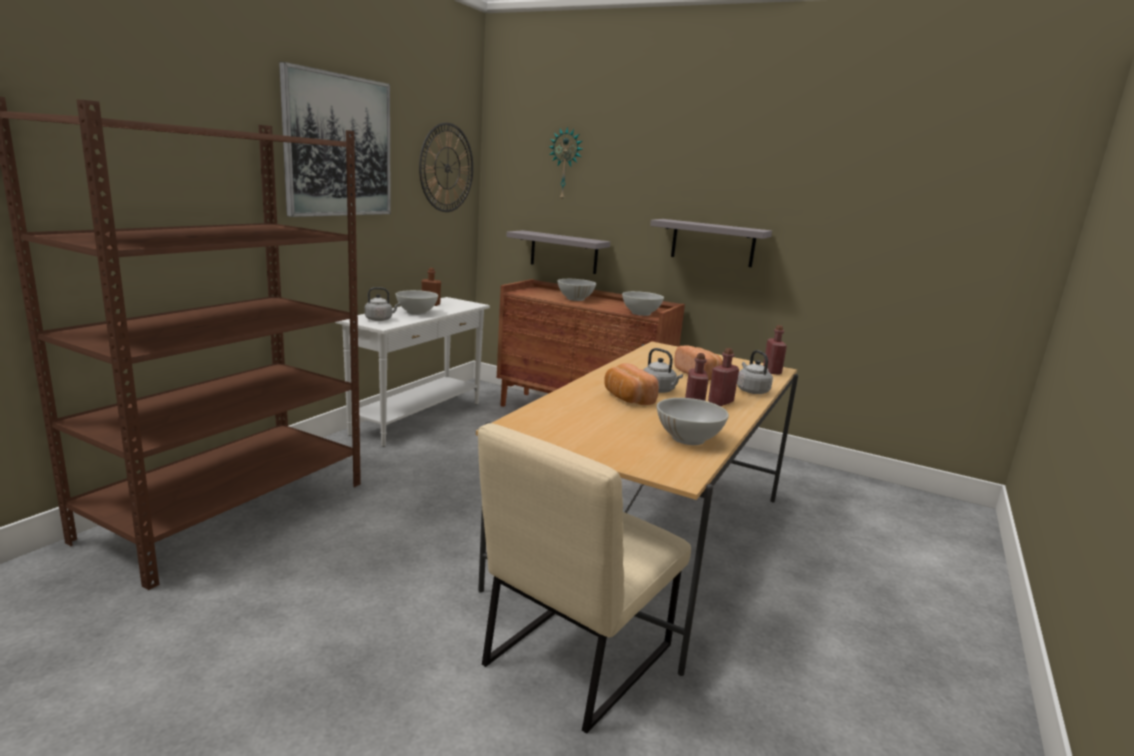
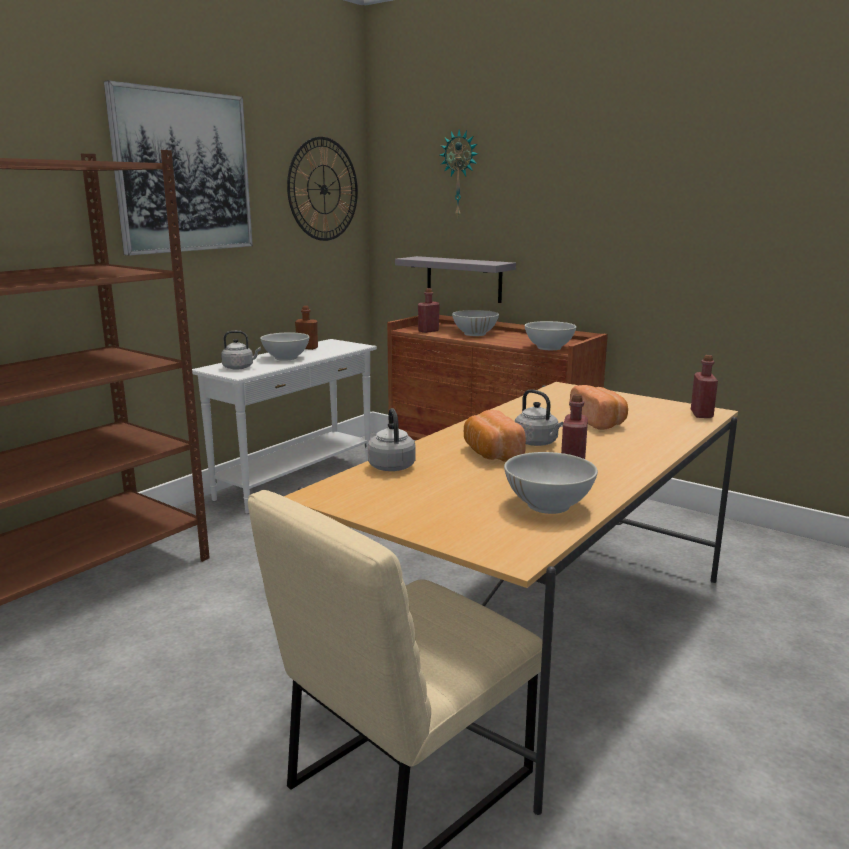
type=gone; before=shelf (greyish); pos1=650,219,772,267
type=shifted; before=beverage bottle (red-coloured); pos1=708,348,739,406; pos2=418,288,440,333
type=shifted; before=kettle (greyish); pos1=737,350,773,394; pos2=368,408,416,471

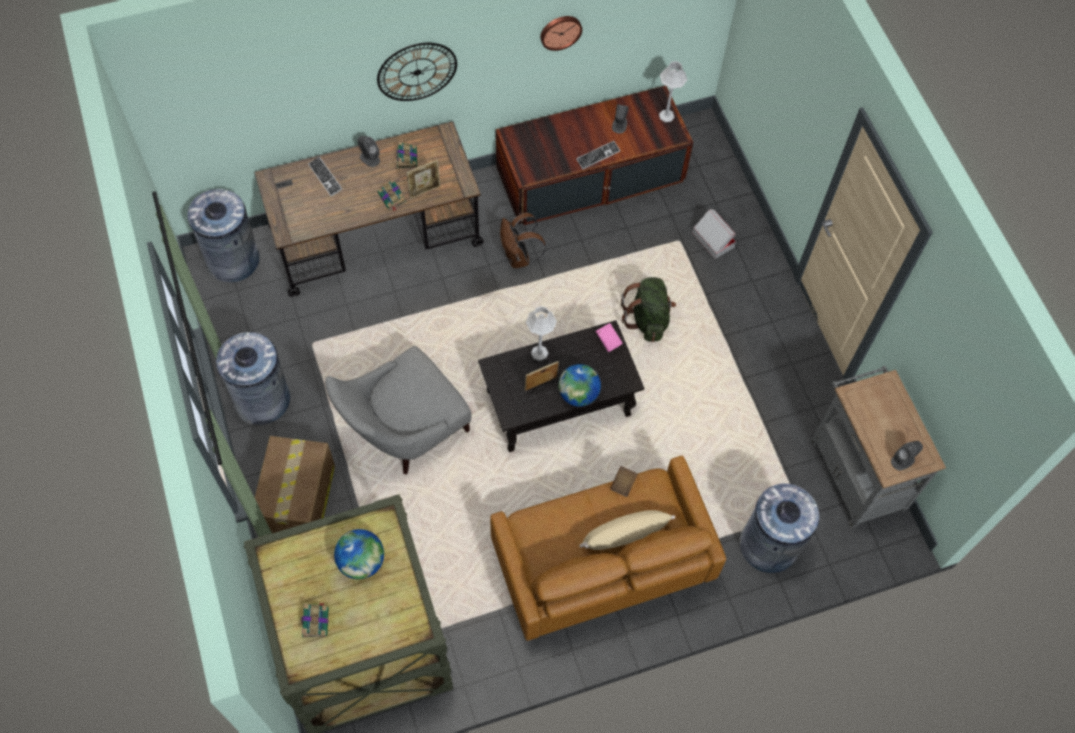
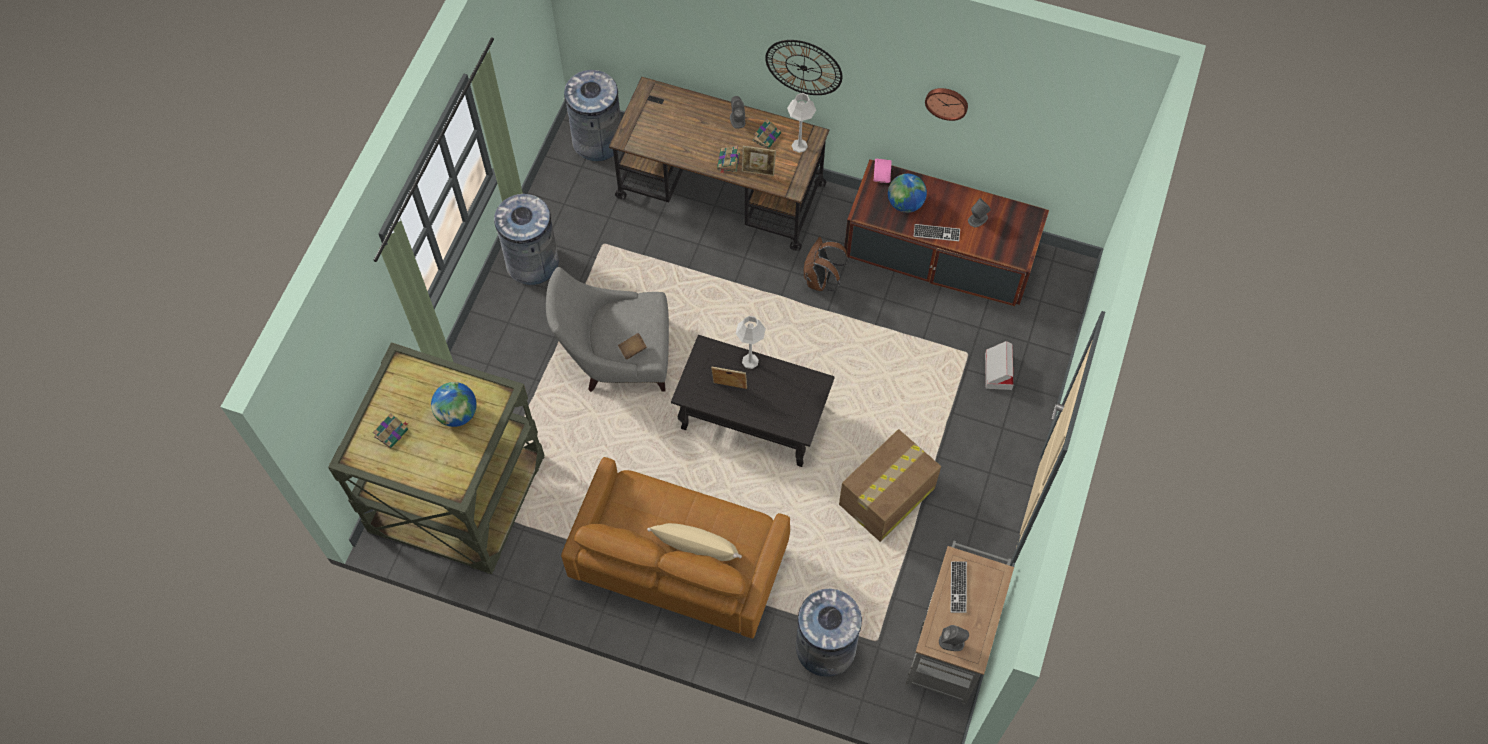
type=shifted; before=packing box; pos1=255,436,335,533; pos2=839,429,941,542
type=shifted; before=PC keyboard; pos1=308,157,342,196; pos2=951,561,967,613
type=shifted; before=desk globe; pos1=558,364,601,407; pos2=888,174,927,213
type=shifted; before=book (pink); pos1=595,323,623,352; pos2=874,159,892,183
type=shifted; before=book (brown); pos1=610,466,638,497; pos2=618,333,647,359
type=gone; before=knapsack (green); pos1=621,277,676,342
type=shifted; before=lamp for a table (greyish); pos1=659,61,687,122; pos2=787,93,816,153

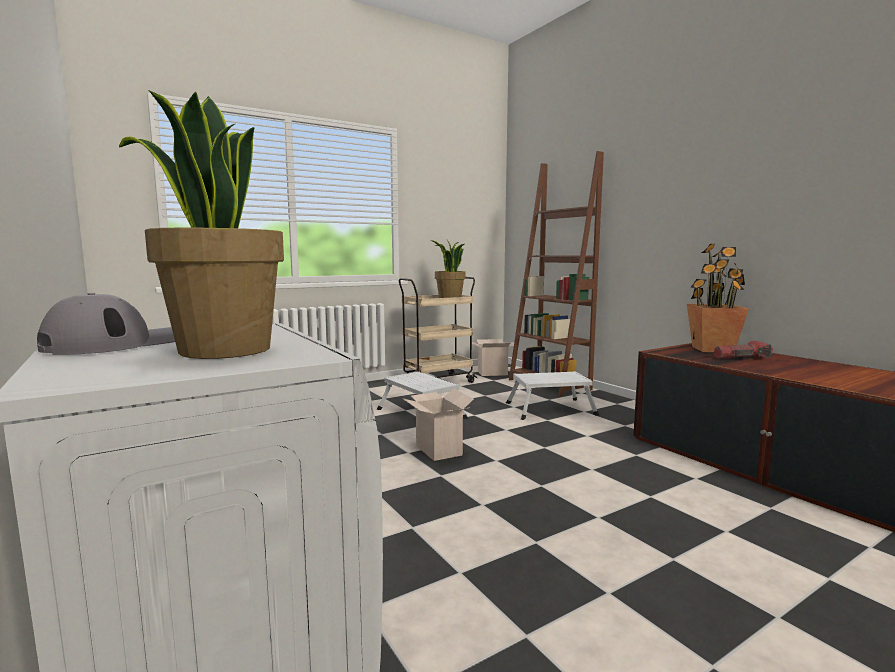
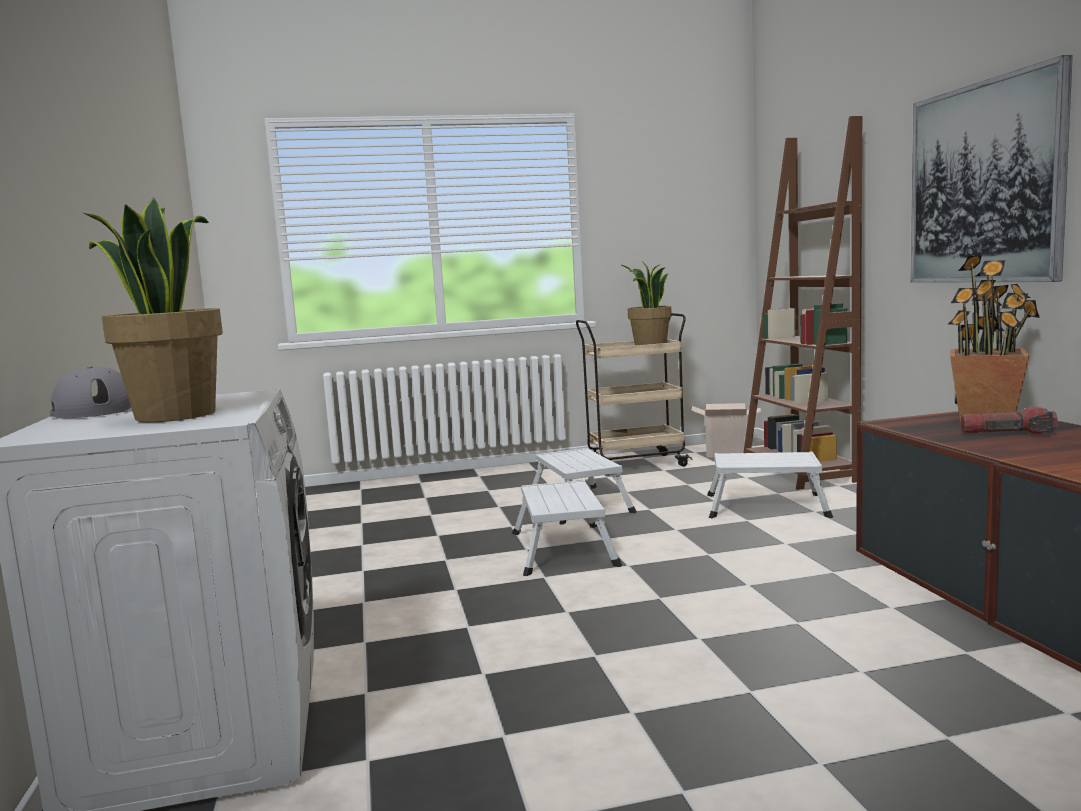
type=swapped; before=packing box; after=step stool (white-coloured); pos1=403,388,474,461; pos2=512,480,622,576
type=new; after=wall art; pos2=911,55,1073,283

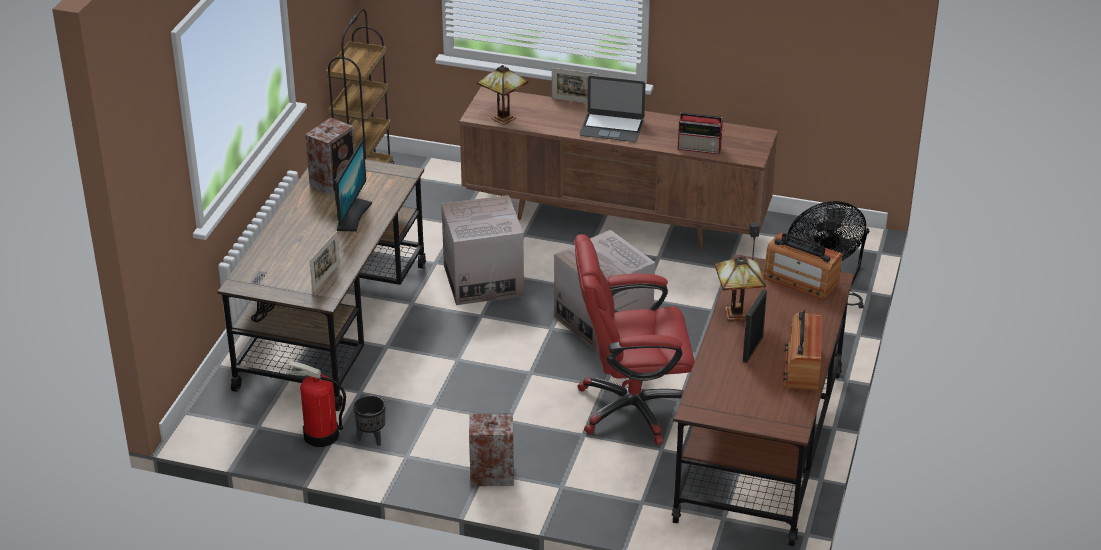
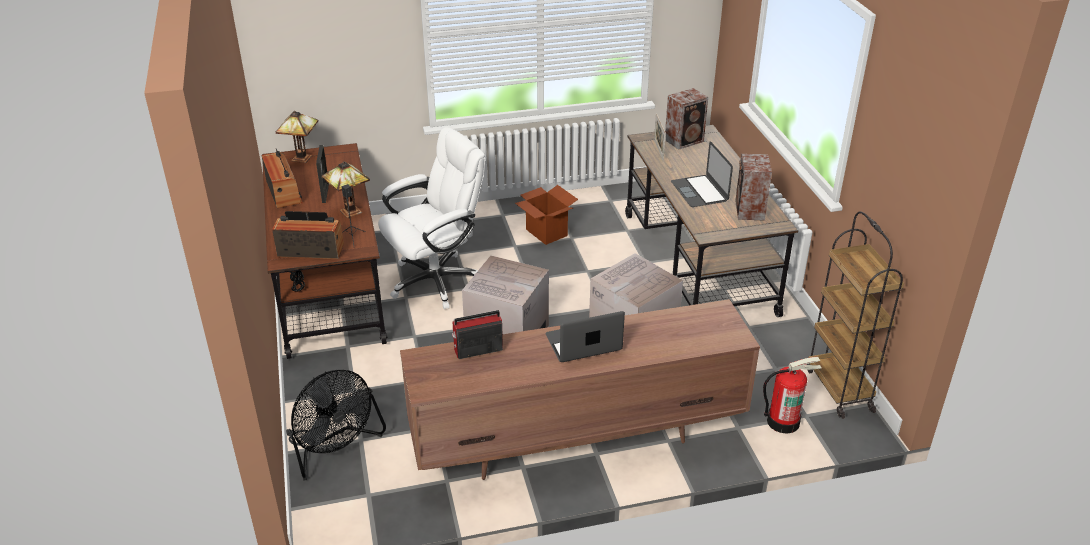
type=shifted; before=fire-fighting cylinder; pos1=286,361,346,447; pos2=763,357,822,434
type=swapped; before=computer screen; after=laptop; pos1=334,139,372,232; pos2=671,141,733,207
type=gone; before=flower pot (black-coloured); pos1=353,395,386,446
type=shifted; before=speaker; pos1=469,414,514,486; pos2=665,88,708,150
type=shifted; before=lamp for a table; pos1=477,65,529,125; pos2=276,111,319,163
type=gone; before=picture frame; pos1=552,68,599,103
type=repainted; before=computer chair (red-coloured); after=computer chair (white-coloured); pos1=574,234,695,445; pos2=378,127,486,309
type=new; after=packing box; pos2=515,185,578,245

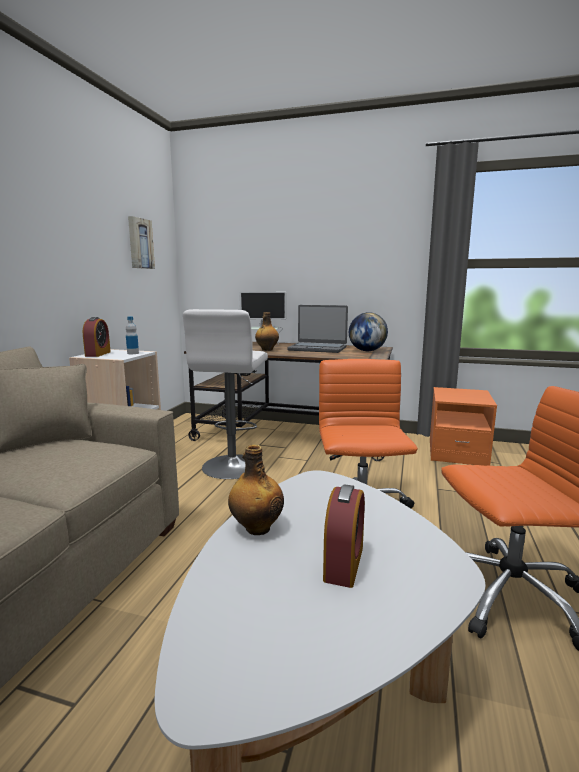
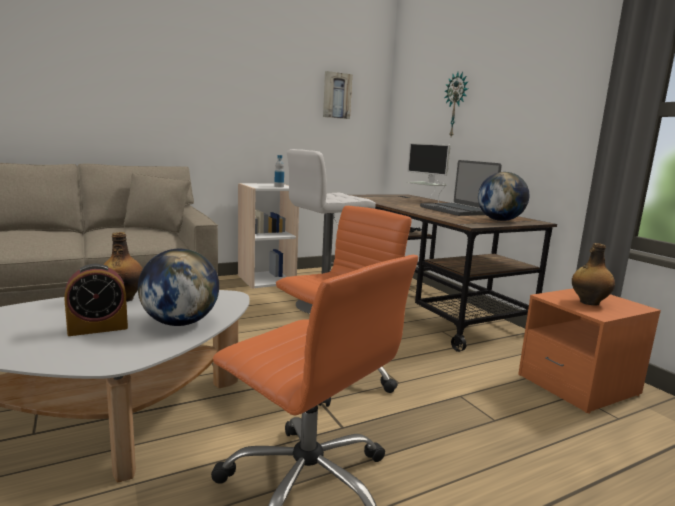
type=gone; before=bedside clock; pos1=83,317,111,357
type=shifted; before=beverage bottle; pos1=255,312,279,351; pos2=572,243,615,306
type=new; after=desk globe; pos2=138,249,219,326
type=new; after=wall clock; pos2=444,72,469,137

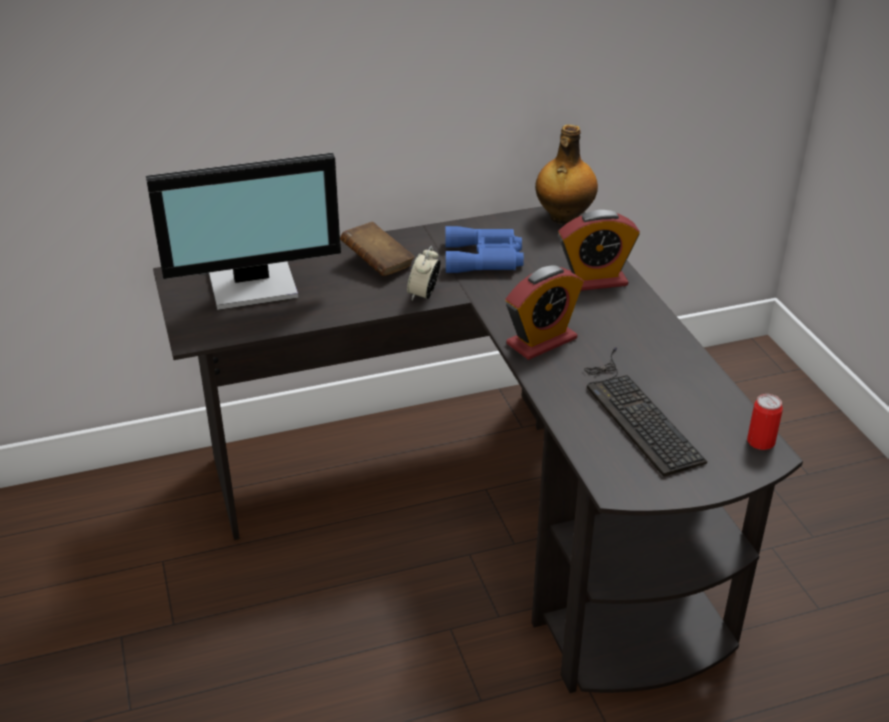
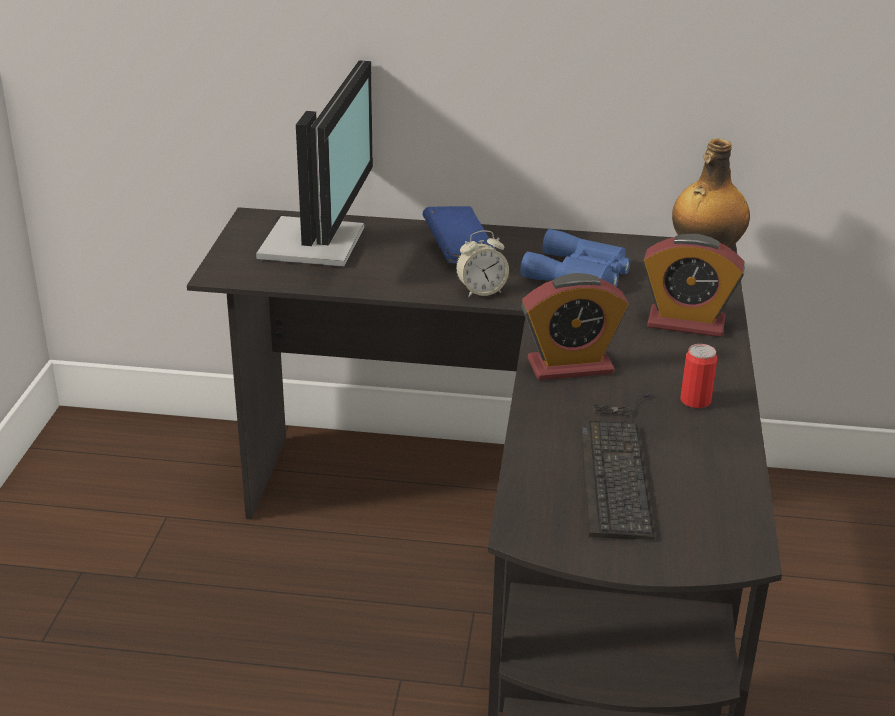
type=rotated; before=computer screen; pos1=146,153,341,310; pos2=256,60,373,267; turn=-90
type=repainted; before=book (brown); after=book (blue-coloured); pos1=340,222,415,276; pos2=422,206,496,263
type=rotated; before=bedside clock; pos1=407,246,441,300; pos2=456,230,509,298; turn=-150
type=shifted; before=can; pos1=747,394,783,450; pos2=680,344,717,408

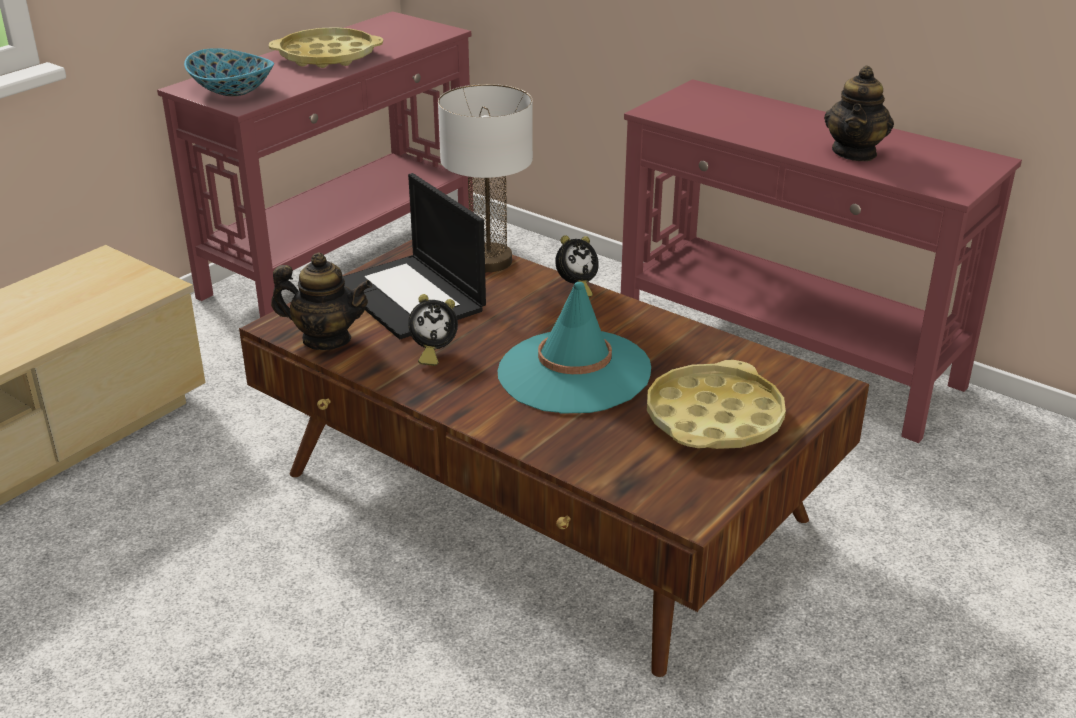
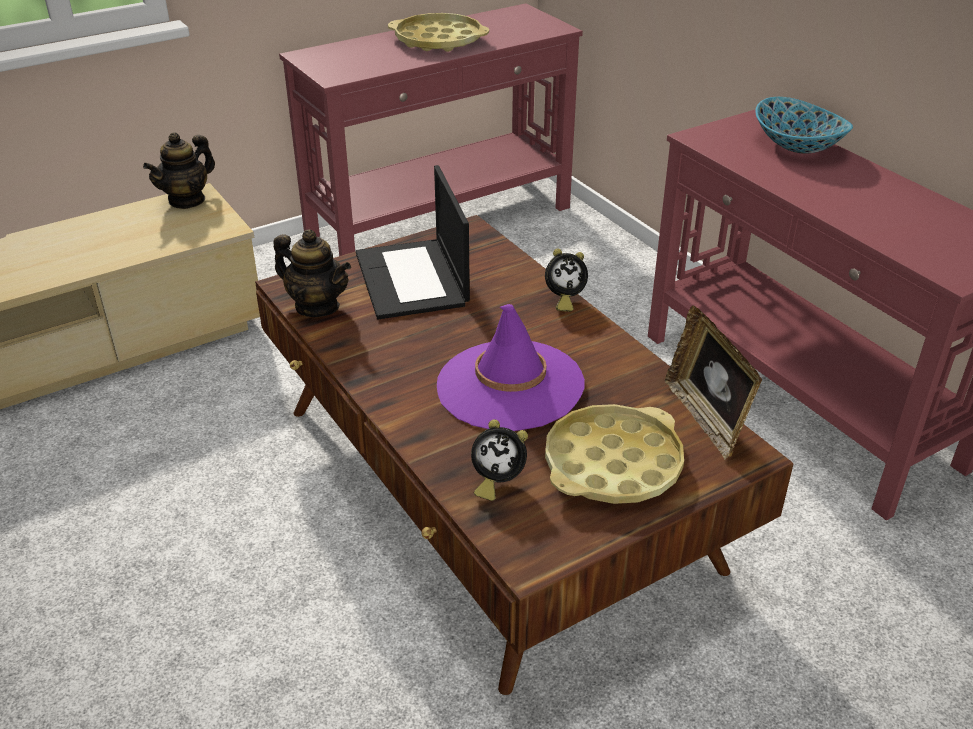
type=shifted; before=deep dish; pos1=184,48,274,96; pos2=755,97,853,154
type=shifted; before=bedside clock; pos1=408,294,458,366; pos2=471,419,528,501
type=gone; before=lamp for a table; pos1=438,84,533,272
type=repainted; before=wearable hat (blue-green); after=wearable hat (purple); pos1=497,282,651,414; pos2=437,304,585,431
type=shifted; before=teapot; pos1=824,65,894,161; pos2=143,132,215,209
type=new; after=picture frame; pos2=665,306,762,460

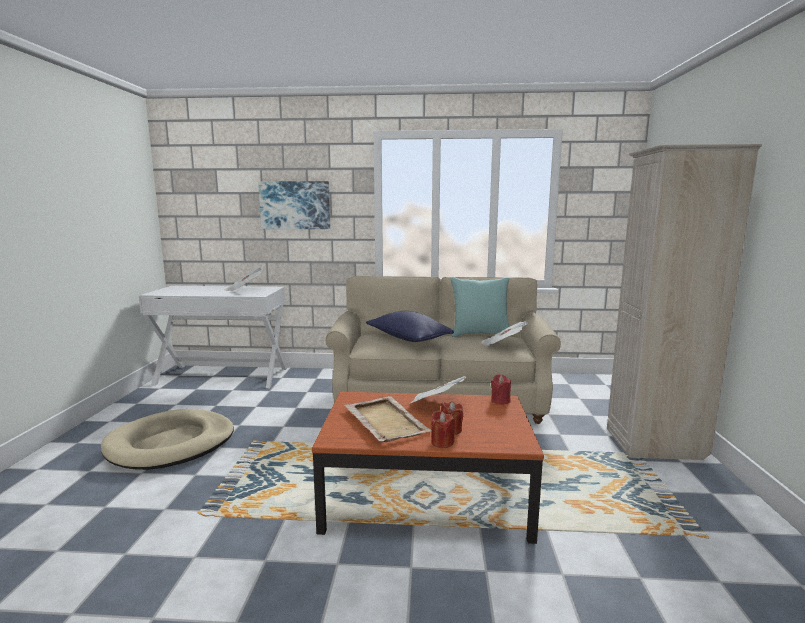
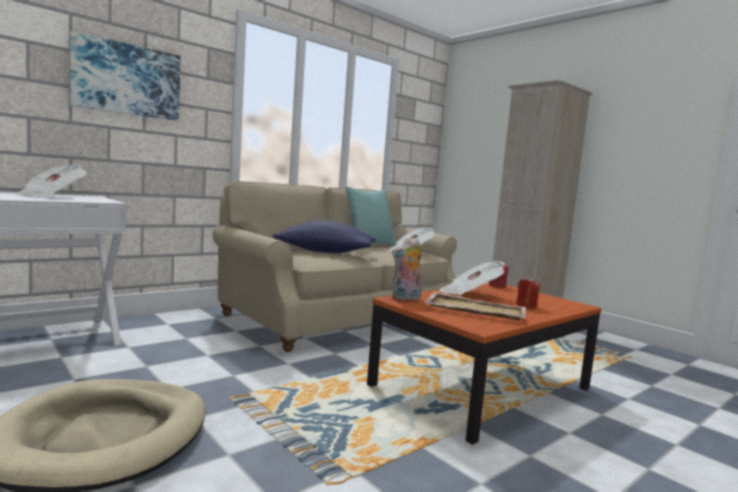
type=gone; before=wax candle (red-coloured); pos1=431,410,455,448
type=new; after=plush toy; pos2=392,238,422,300

